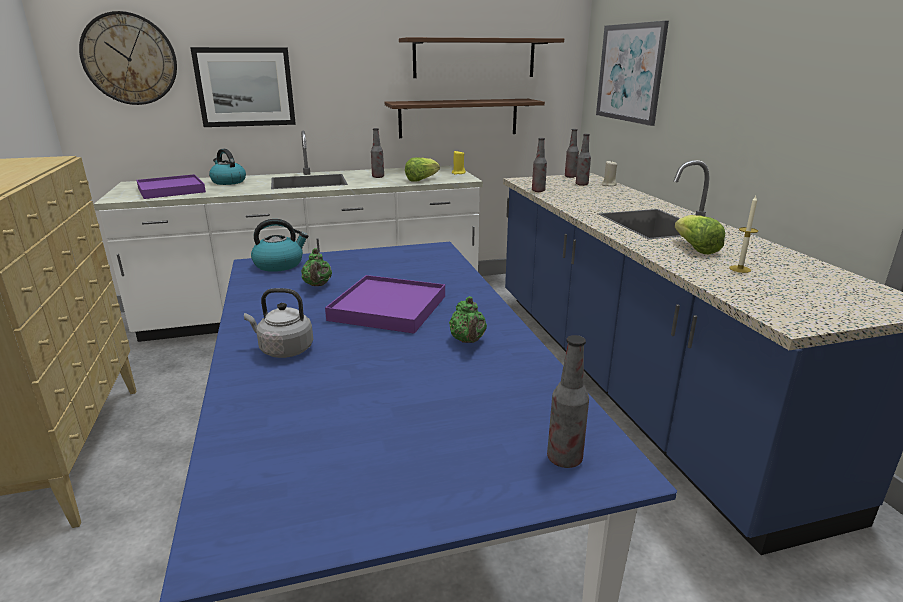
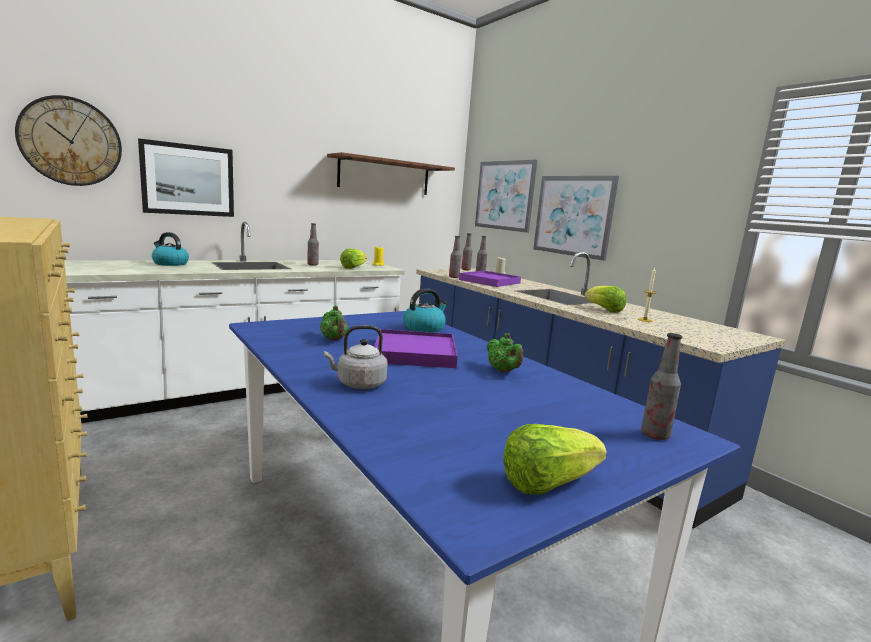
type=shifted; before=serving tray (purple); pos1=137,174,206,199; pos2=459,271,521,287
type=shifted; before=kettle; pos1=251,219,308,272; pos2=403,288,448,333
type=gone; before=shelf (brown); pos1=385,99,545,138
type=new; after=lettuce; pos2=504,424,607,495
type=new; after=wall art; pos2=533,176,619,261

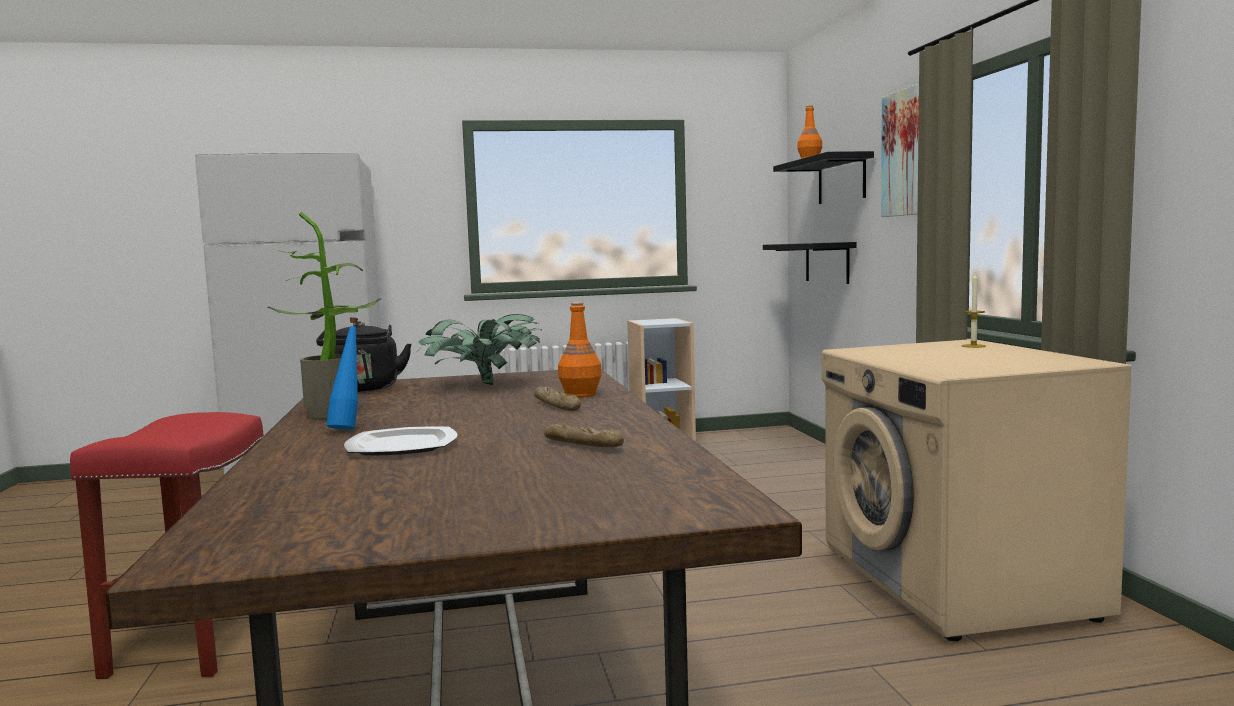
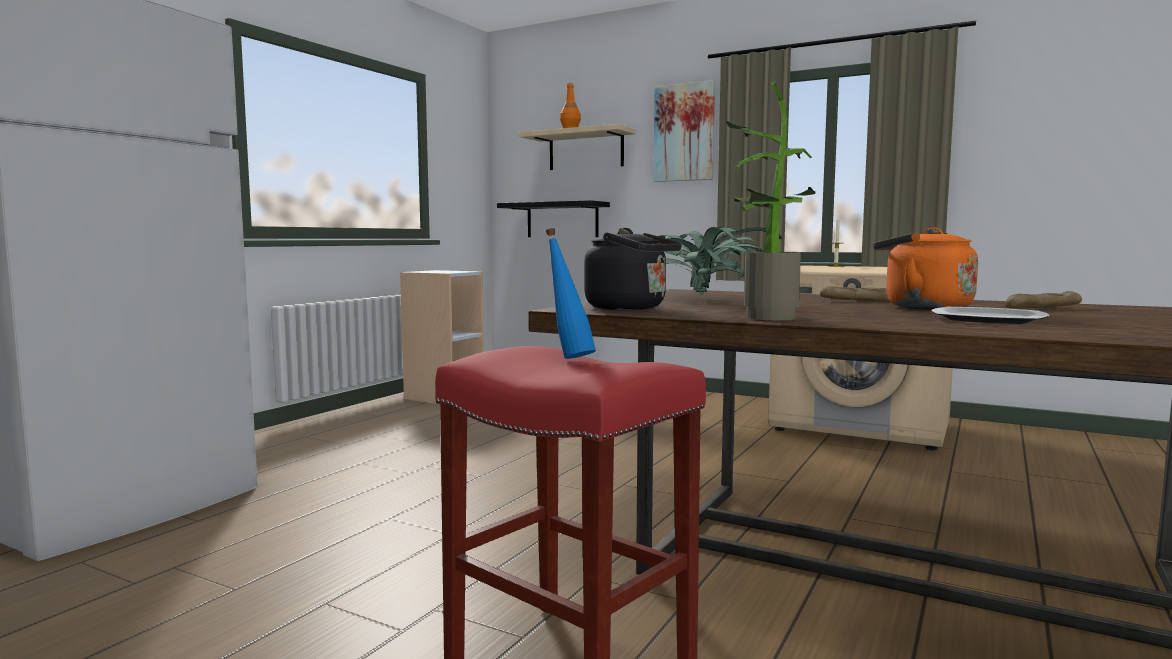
type=shifted; before=beverage bottle (blue-coloured); pos1=326,317,358,429; pos2=546,228,596,359
type=gone; before=beverage bottle (orange); pos1=558,302,602,398
type=repainted; before=shelf (black-coloured); after=shelf (beige); pos1=773,151,874,204; pos2=519,124,636,170
type=new; after=kettle (orange); pos2=873,228,978,310

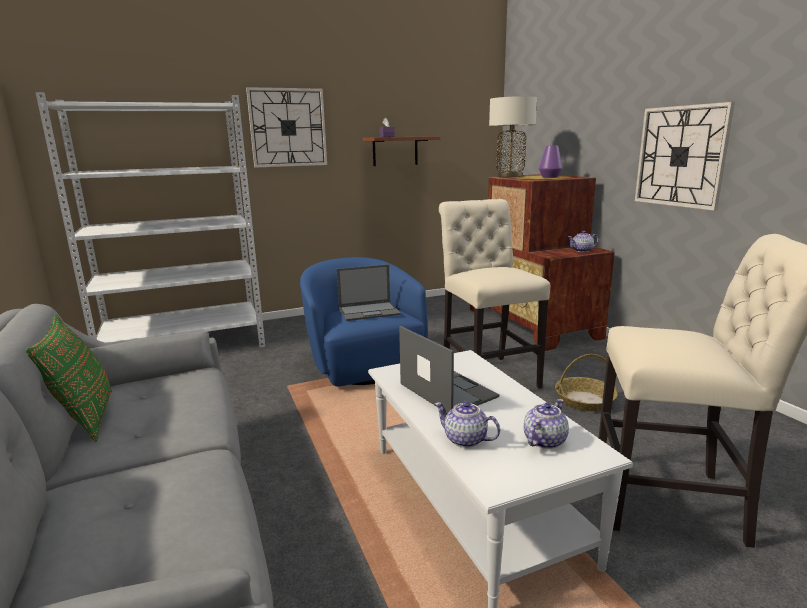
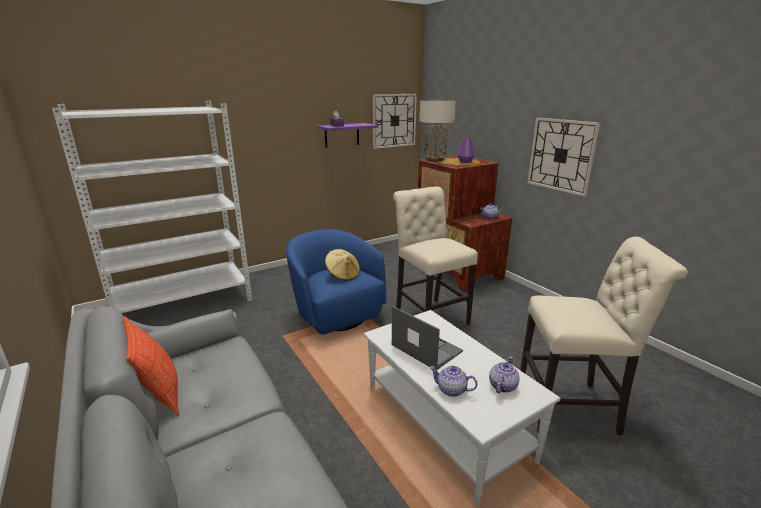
type=repainted; before=cushion (green); after=cushion (orange); pos1=26,314,112,442; pos2=124,317,180,416
type=shifted; before=wall clock; pos1=246,87,327,168; pos2=373,94,417,149
type=swapped; before=laptop; after=wearable hat (beige); pos1=337,264,401,321; pos2=325,249,360,281
type=repainted; before=shelf (brown); after=shelf (purple); pos1=363,136,440,166; pos2=317,123,379,148
type=gone; before=storage basket; pos1=555,354,617,411

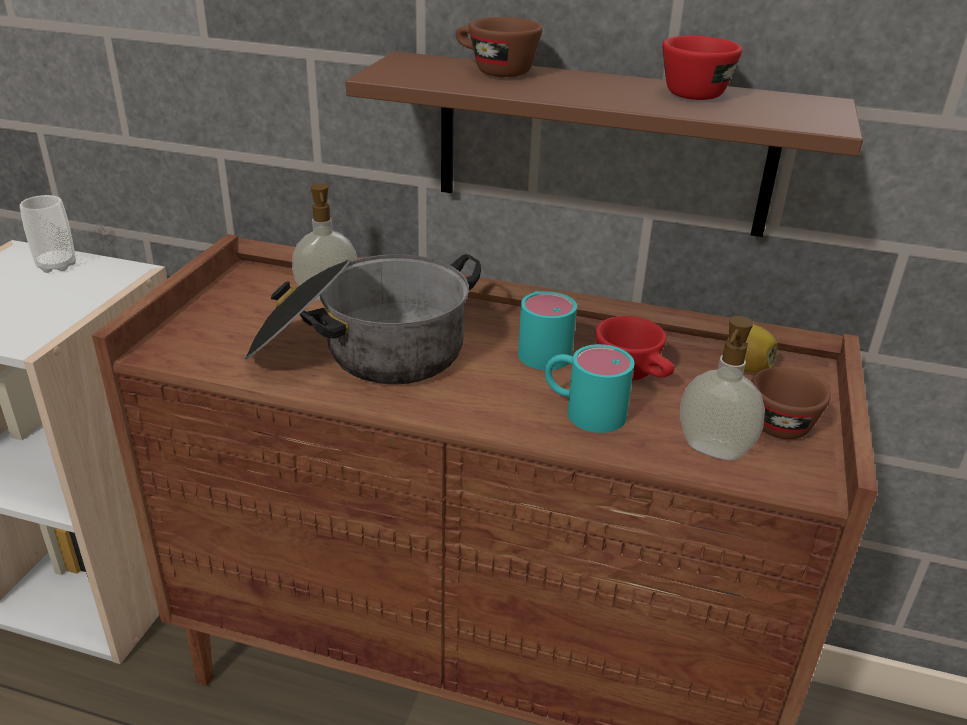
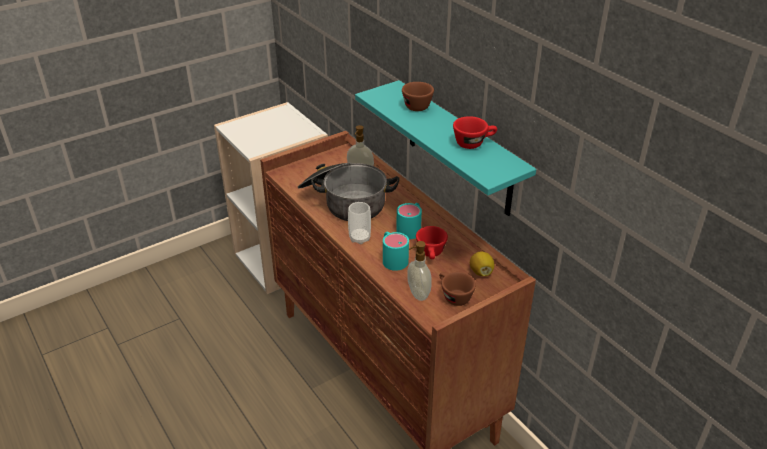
type=shifted; before=small cup; pos1=20,195,76,273; pos2=348,202,371,244
type=repainted; before=shelf (brown); after=shelf (blue-green); pos1=346,51,863,237; pos2=355,80,536,216

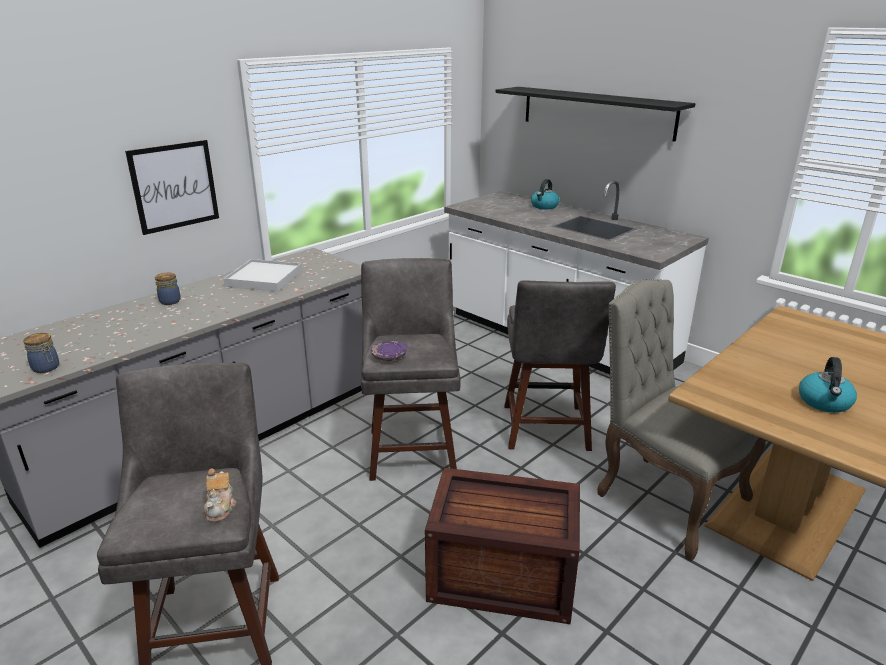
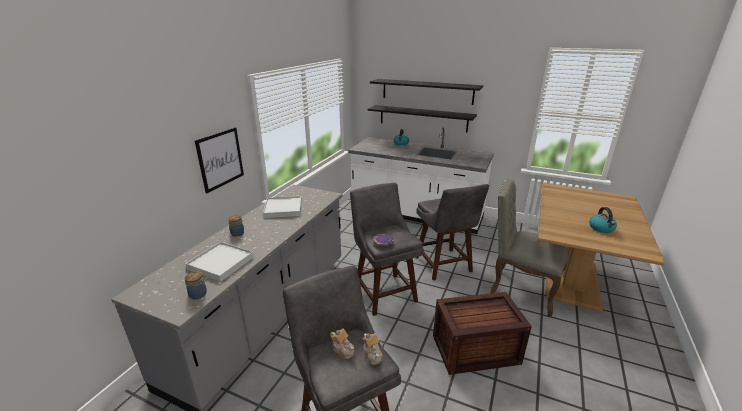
type=new; after=serving tray (white-coloured); pos2=185,242,254,282
type=new; after=teapot; pos2=330,329,354,359
type=new; after=shelf (black-coloured); pos2=367,105,477,132

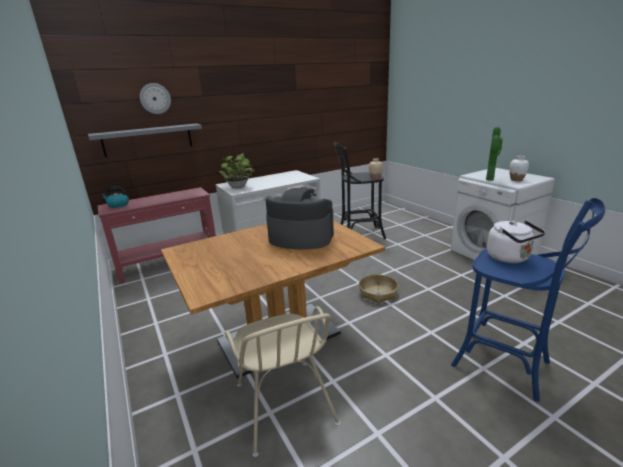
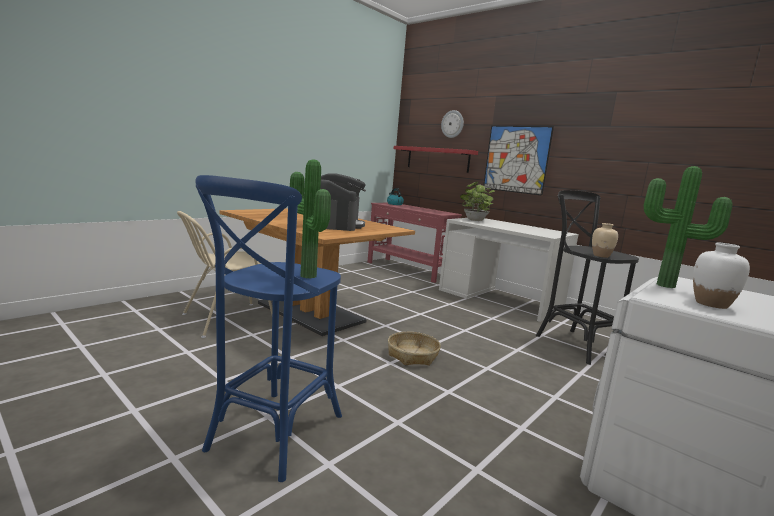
type=repainted; before=shelf (greyish); after=shelf (red-coloured); pos1=88,123,202,157; pos2=393,146,478,173
type=swapped; before=kettle (white-coloured); after=potted plant; pos1=487,220,545,263; pos2=290,159,331,279
type=new; after=wall art; pos2=483,126,554,196

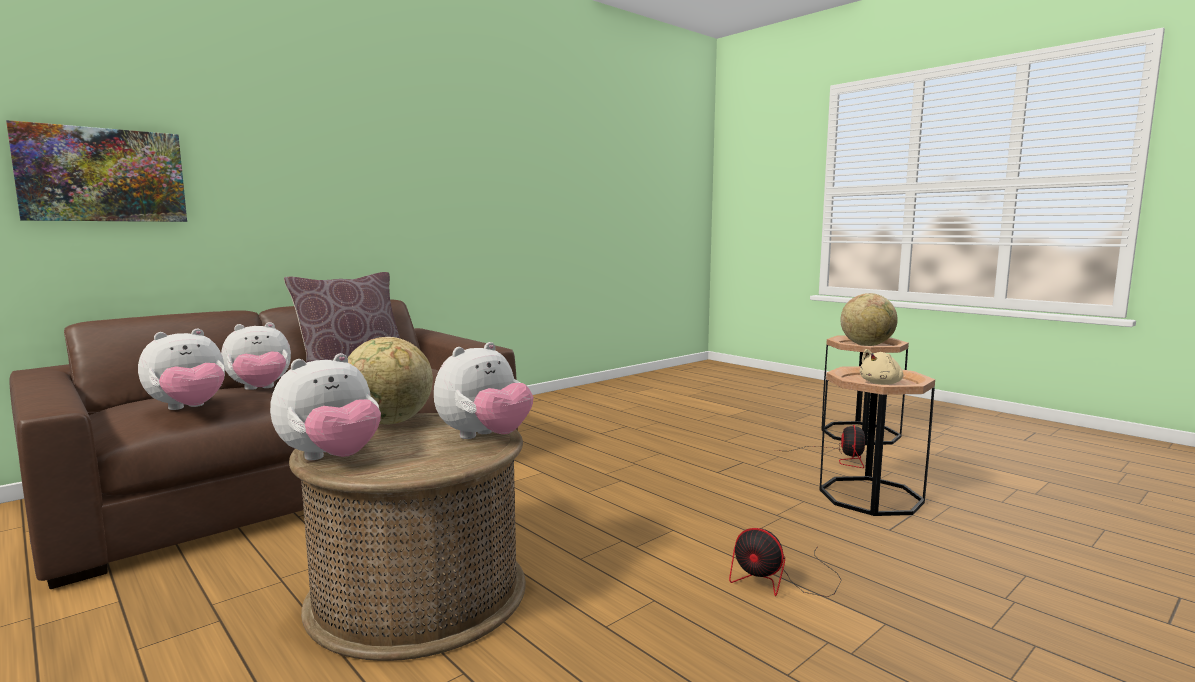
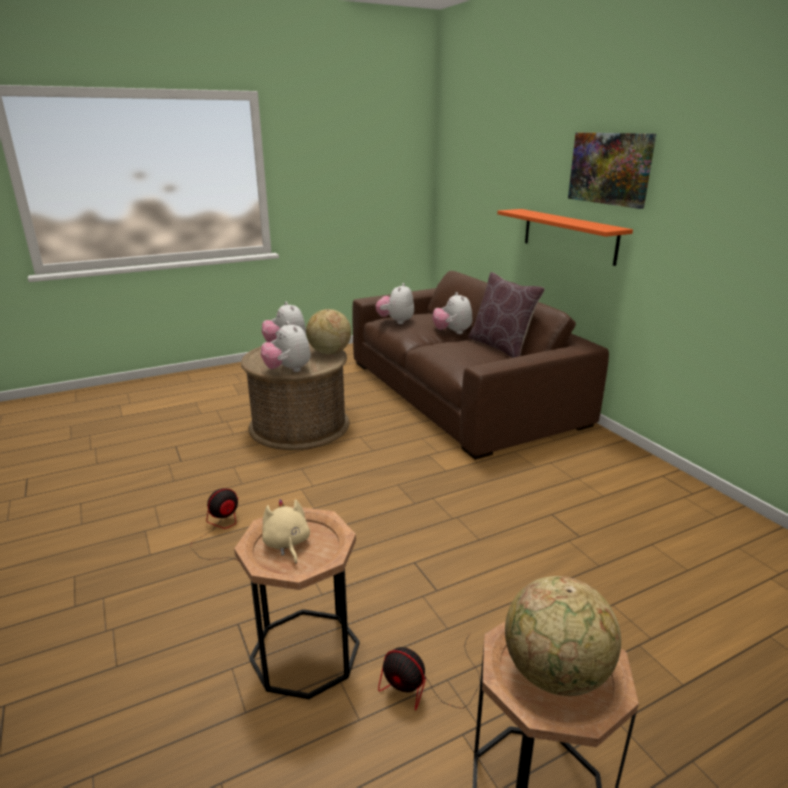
type=shifted; before=wall art; pos1=6,120,187,222; pos2=568,133,656,209
type=rotated; before=plush toy; pos1=138,329,225,410; pos2=376,283,414,324; turn=45
type=new; after=shelf (orange); pos2=497,209,633,266

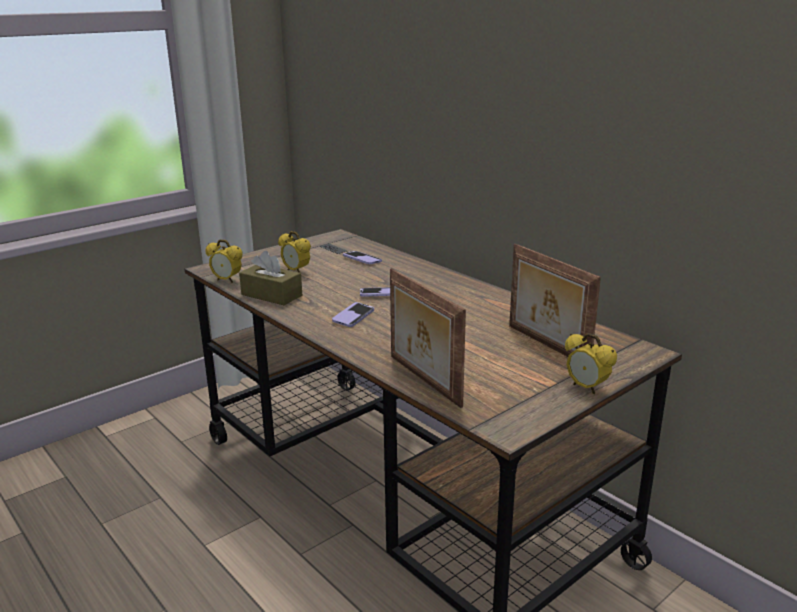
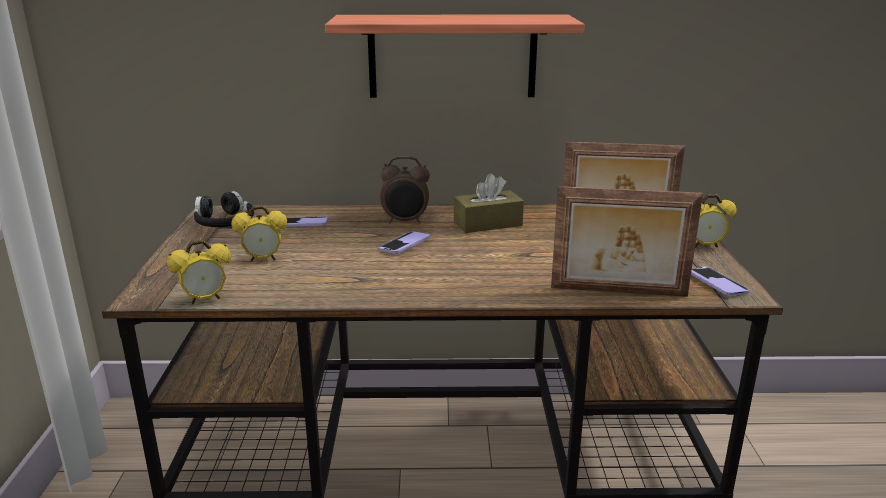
type=shifted; before=tissue box (brown); pos1=239,251,302,305; pos2=454,173,524,233
type=shifted; before=phone; pos1=332,302,374,327; pos2=691,267,749,296
type=new; after=headset (black-coloured); pos2=193,191,254,227
type=new; after=shelf; pos2=325,14,585,98
type=new; after=bedside clock; pos2=380,156,430,224

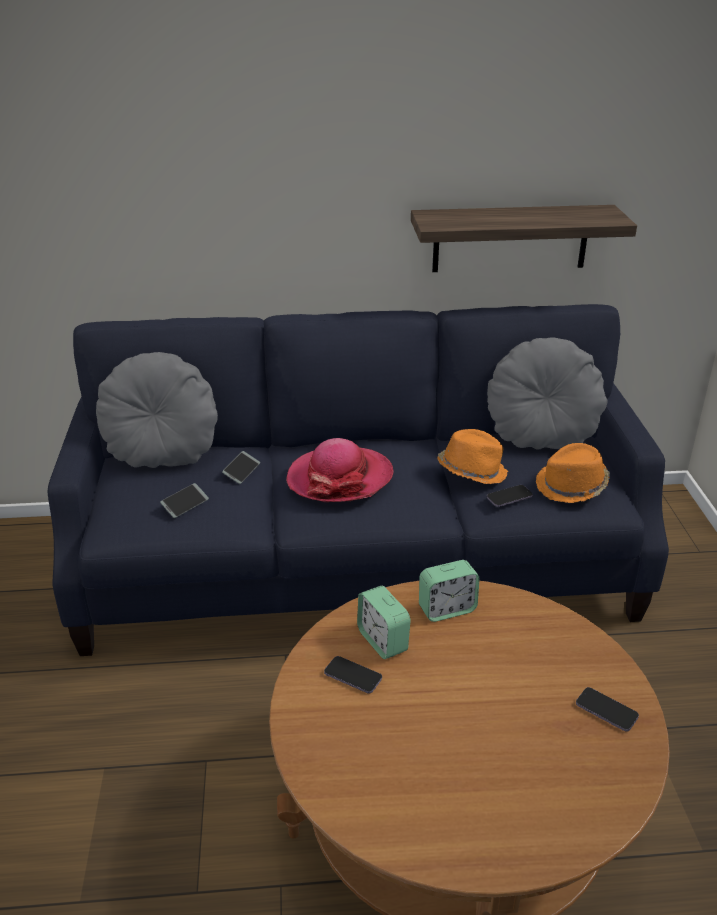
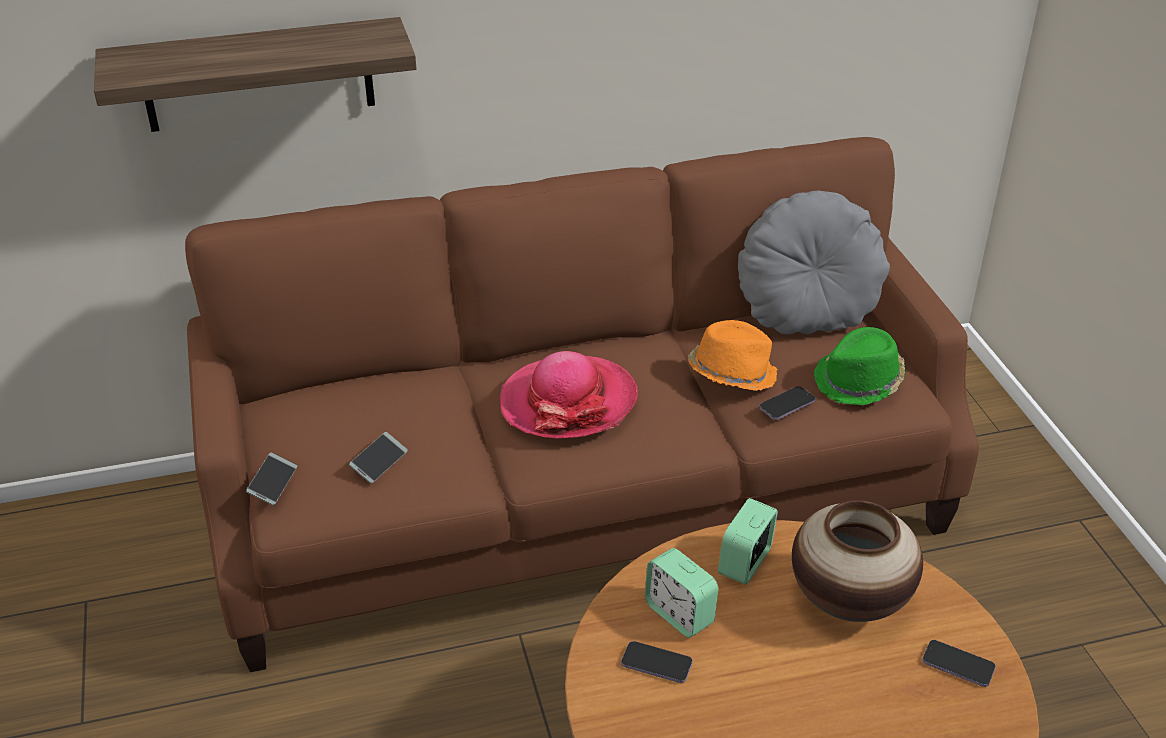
type=repainted; before=couch (blue-coloured); after=couch (brown); pos1=48,304,669,656; pos2=185,137,979,672
type=gone; before=cushion (greyish); pos1=96,352,218,468
type=shifted; before=phone; pos1=222,451,260,484; pos2=246,452,297,505
type=shifted; before=shelf; pos1=411,205,637,272; pos2=94,17,417,132
type=rotated; before=bedside clock; pos1=419,560,480,622; pos2=718,498,778,584; turn=150
type=repainted; before=wearable hat (orange); after=wearable hat (green); pos1=536,443,610,503; pos2=814,327,905,405
type=new; after=vase; pos2=792,500,923,622

